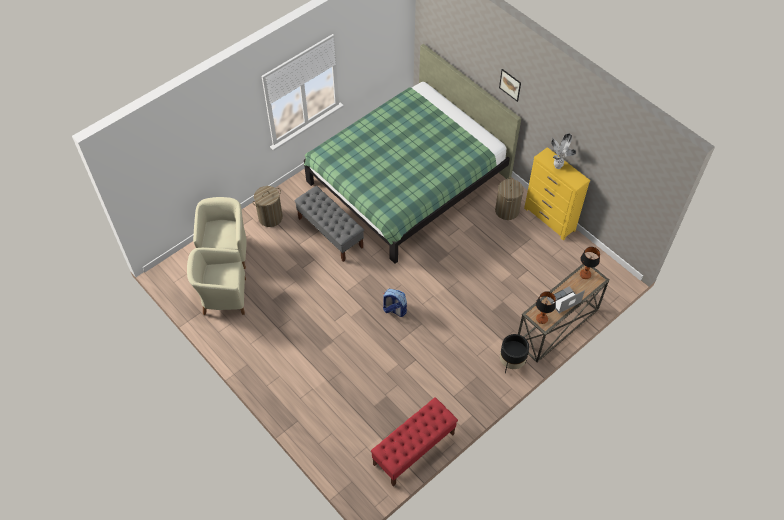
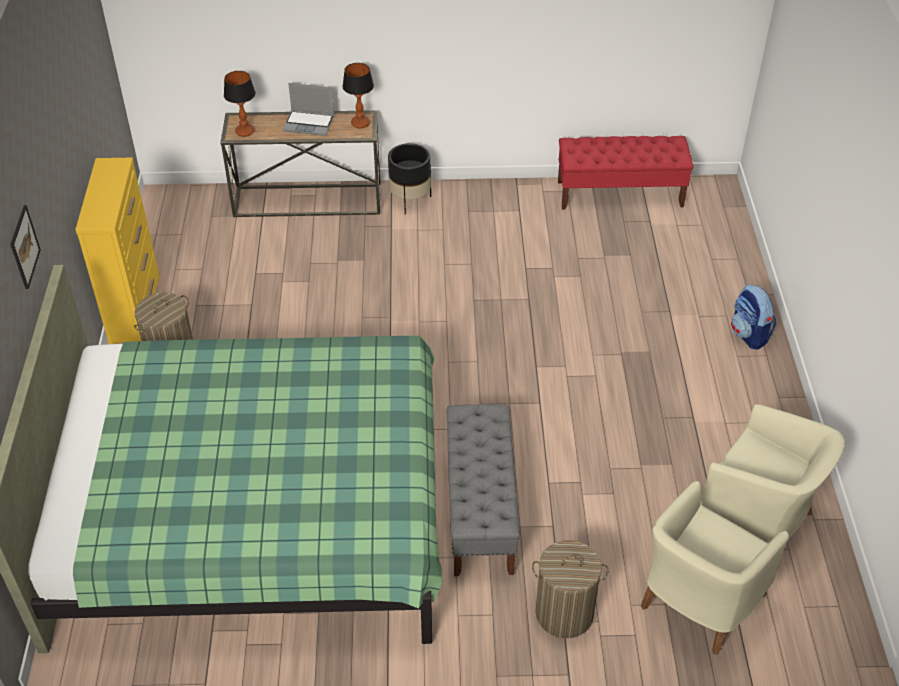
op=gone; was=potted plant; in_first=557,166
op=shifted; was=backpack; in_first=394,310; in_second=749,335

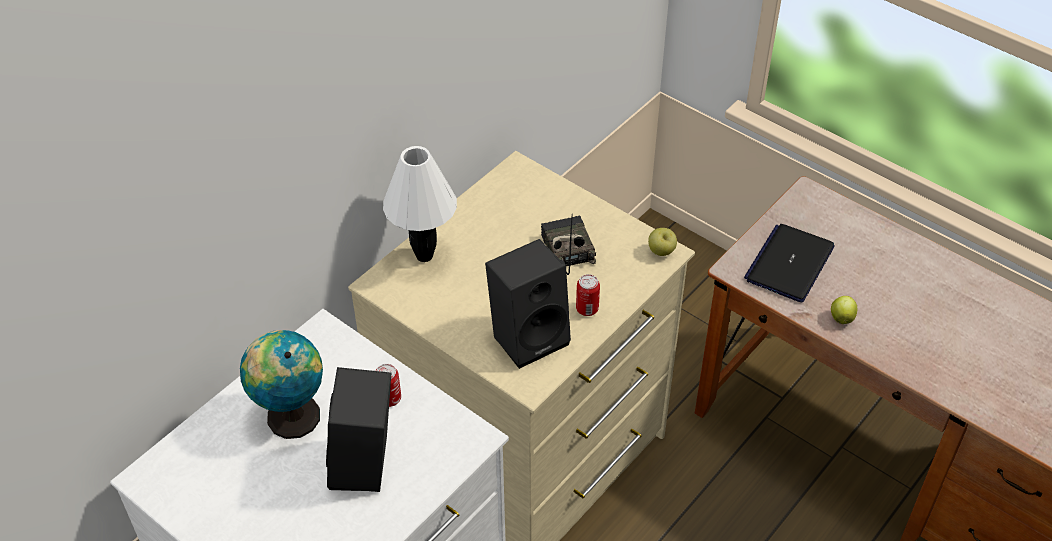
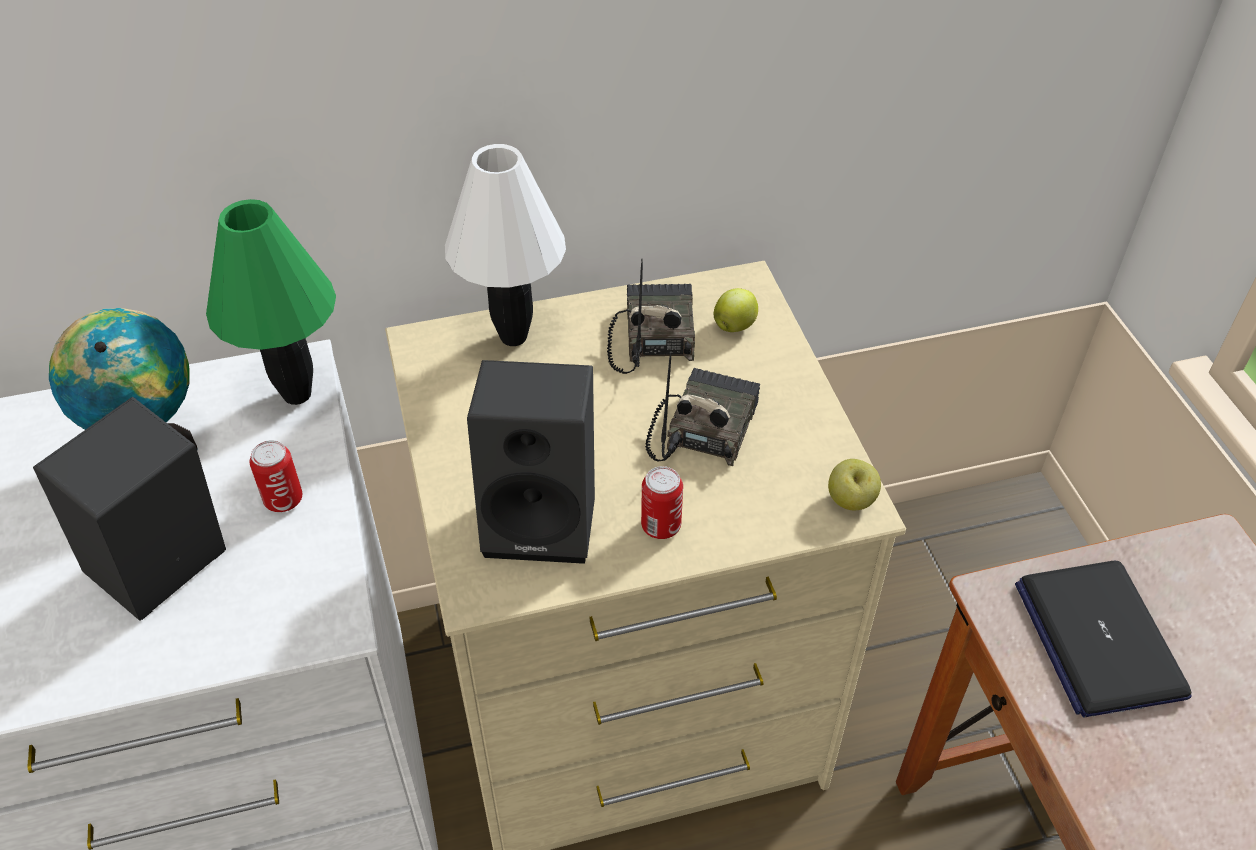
op=new; now=green table lamp; in_second=297,395
op=new; now=radio; in_second=651,336
op=shifted; was=apple; in_first=841,318; in_second=735,326
op=rotated; was=laptop; in_first=789,264; in_second=1098,639; clockwise=-75

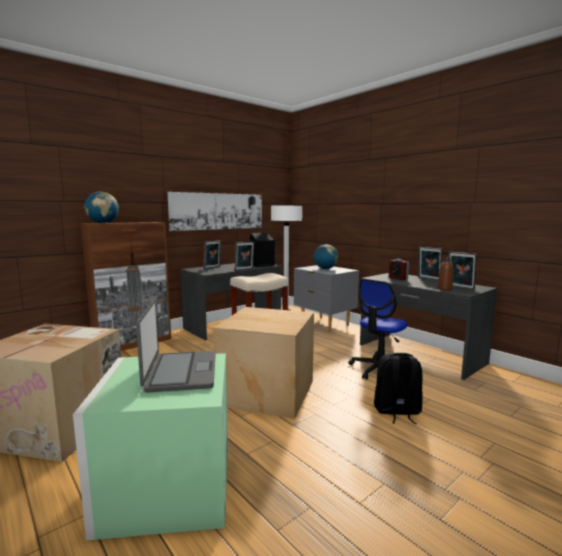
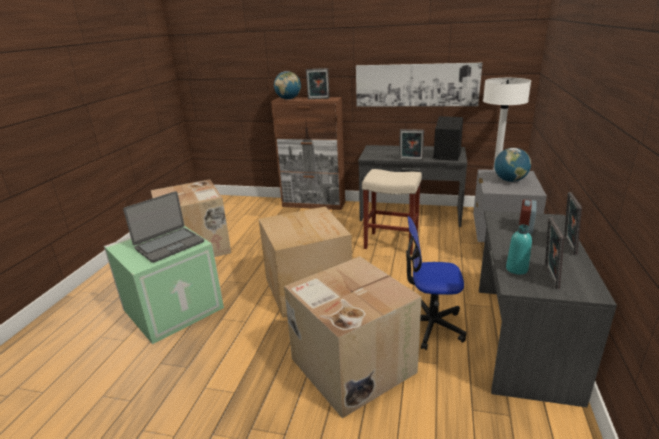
op=shifted; was=picture frame; in_first=212,267; in_second=318,99
op=swapped; was=black backpack; now=cardboard box; in_first=397,411; in_second=350,365
op=repainted; was=brown bottle; now=turquoise bottle; in_first=444,289; in_second=516,269

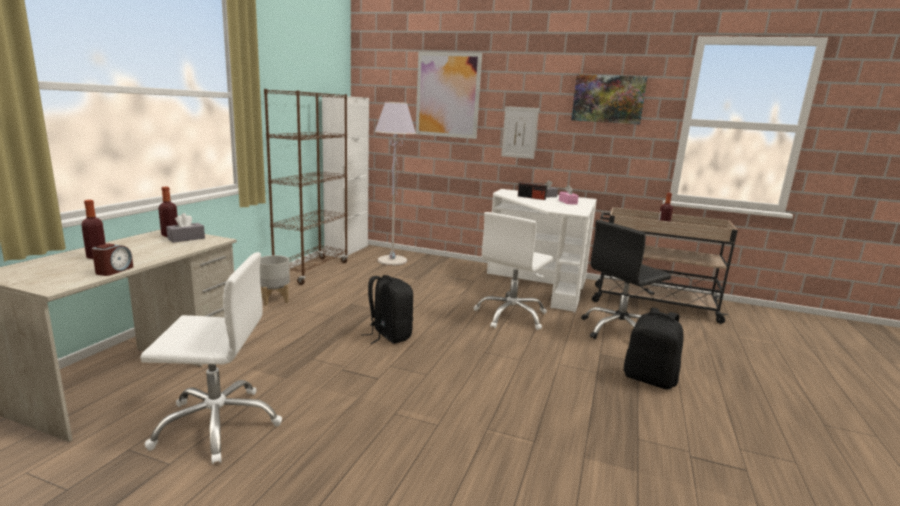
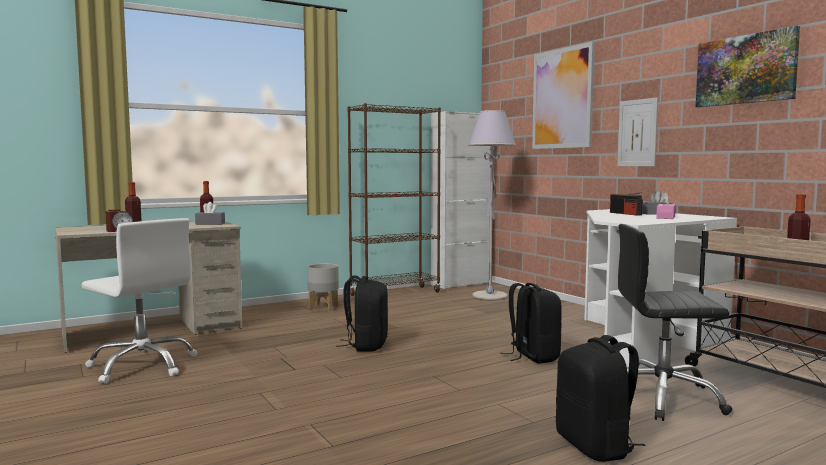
op=swapped; was=white office chair; now=black backpack; in_first=511,316; in_second=532,357

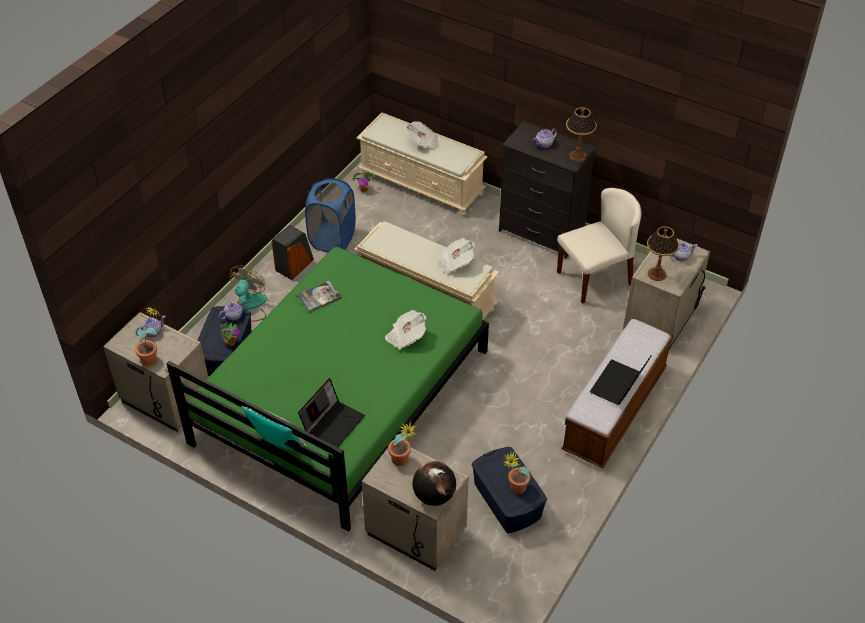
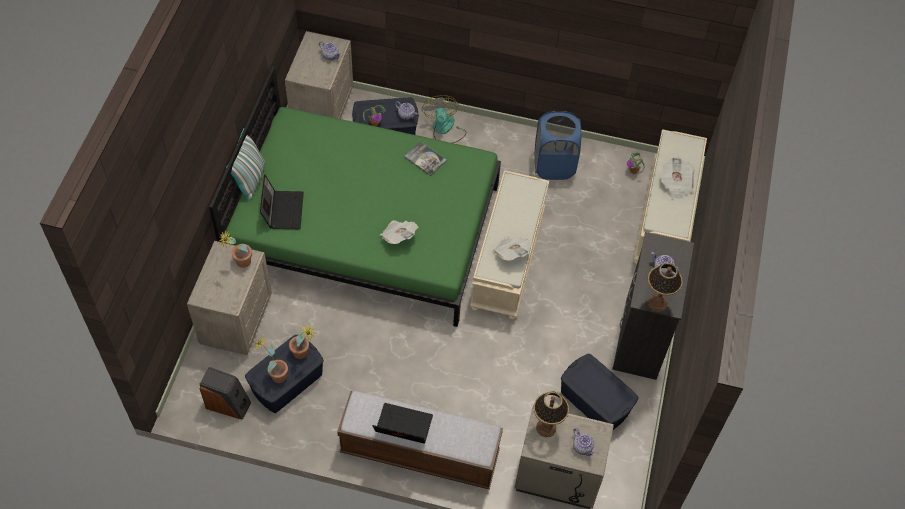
op=gone; was=globe; in_first=434,496
op=shifted; was=potted plant; in_first=153,357; in_second=303,355
op=shifted; was=speaker; in_first=294,265; in_second=228,404
op=swapped; was=beige chair; now=blue storage box; in_first=594,278; in_second=595,402
op=rotated; was=fan; in_first=249,306; in_second=444,129; clockwise=-105
op=rotated; was=laptop; in_first=333,424; in_second=283,210; clockwise=-105

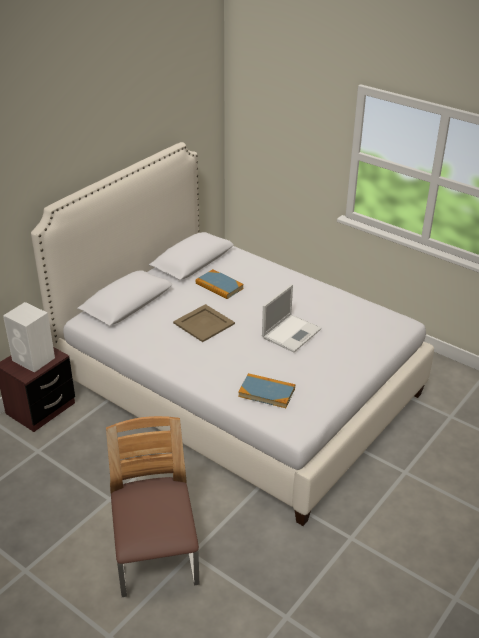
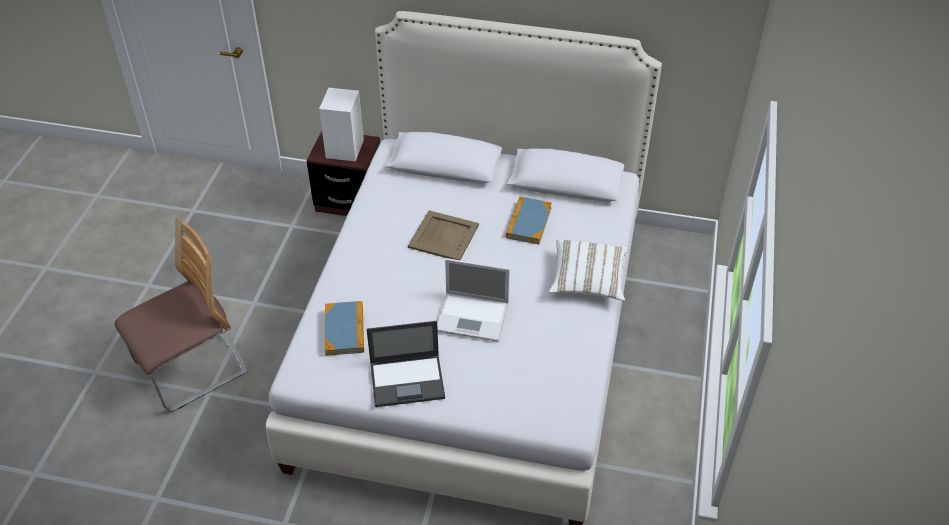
op=new; now=laptop; in_second=408,380
op=new; now=white pillow; in_second=587,280

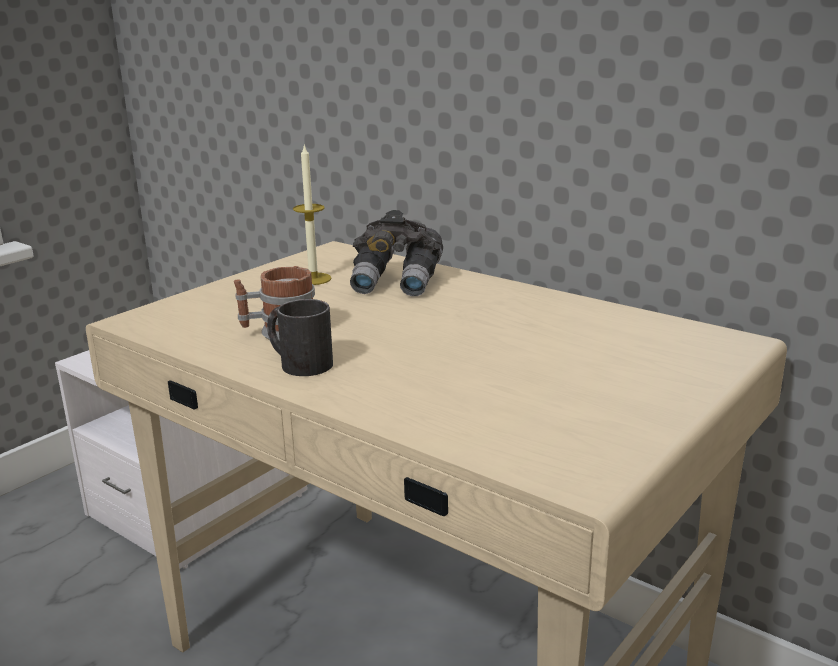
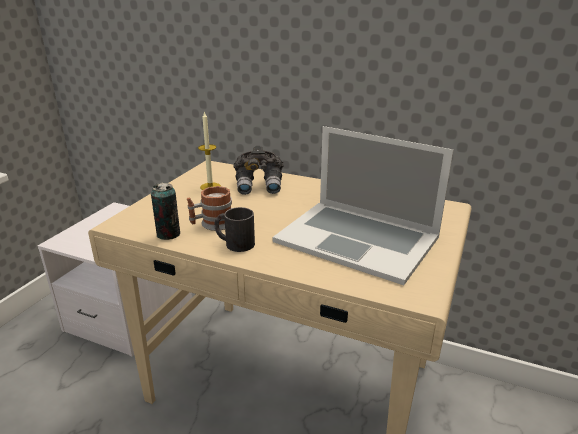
op=new; now=can; in_second=168,234
op=new; now=laptop; in_second=357,239

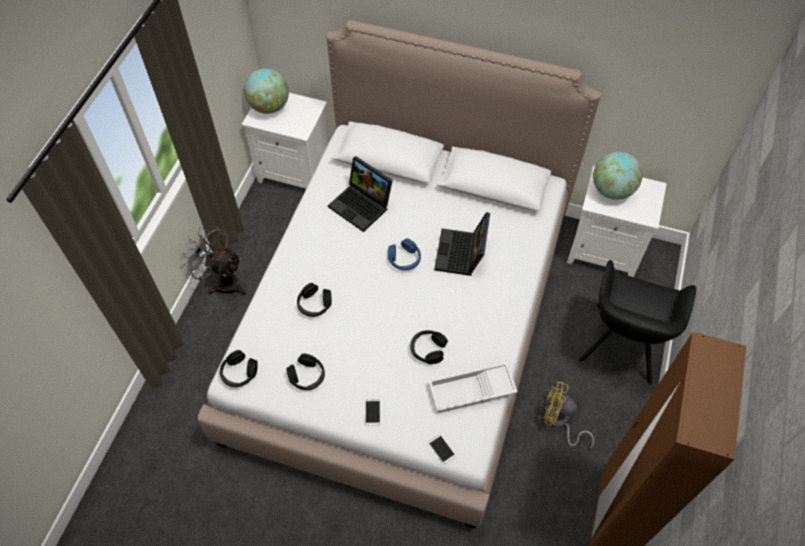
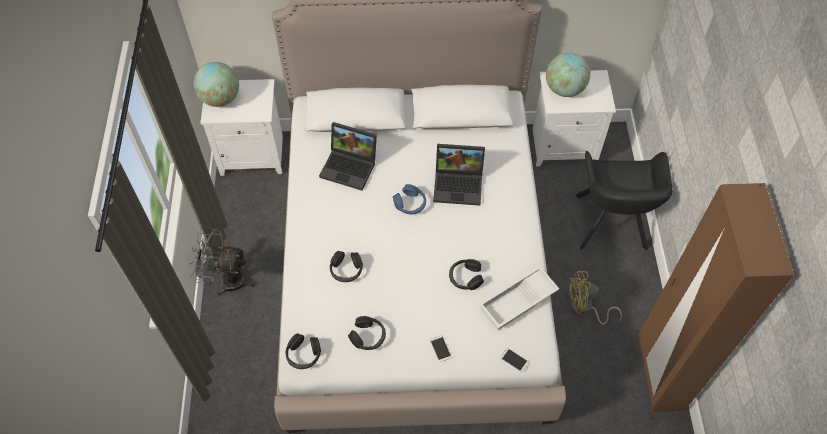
op=rotated; was=laptop; in_first=462,254; in_second=459,184; clockwise=-75

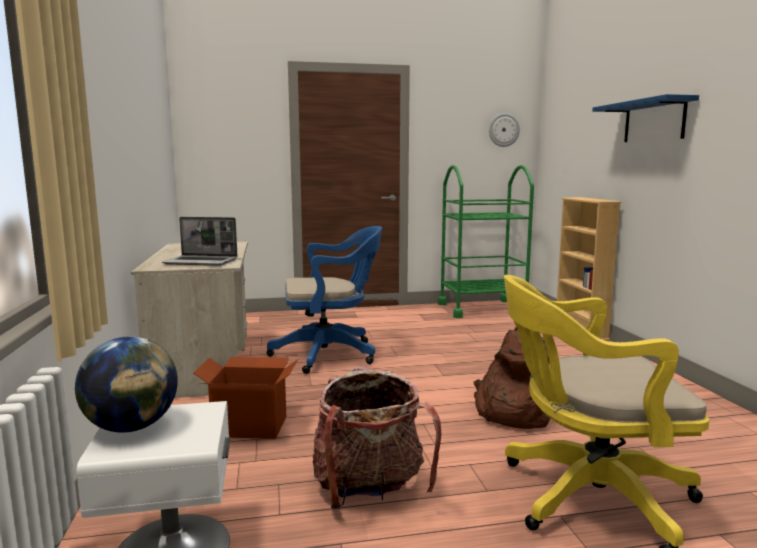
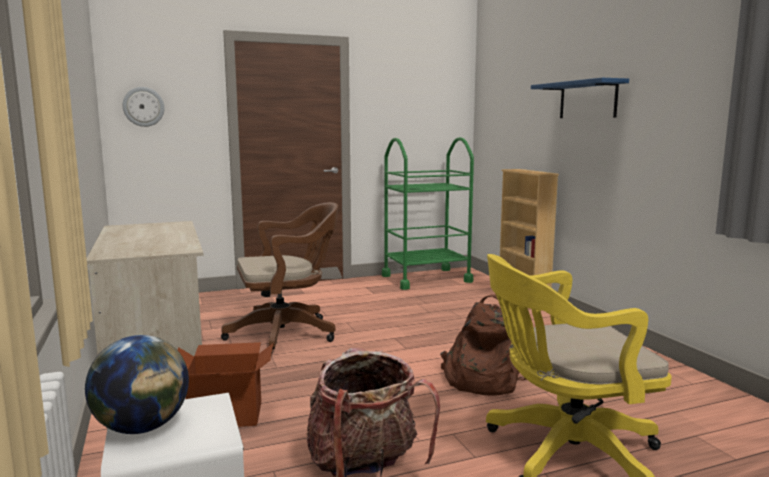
op=gone; was=laptop; in_first=202,262
op=shifted; was=wall clock; in_first=503,130; in_second=143,106
op=repainted; was=blue office chair; now=brown office chair; in_first=330,354; in_second=287,334

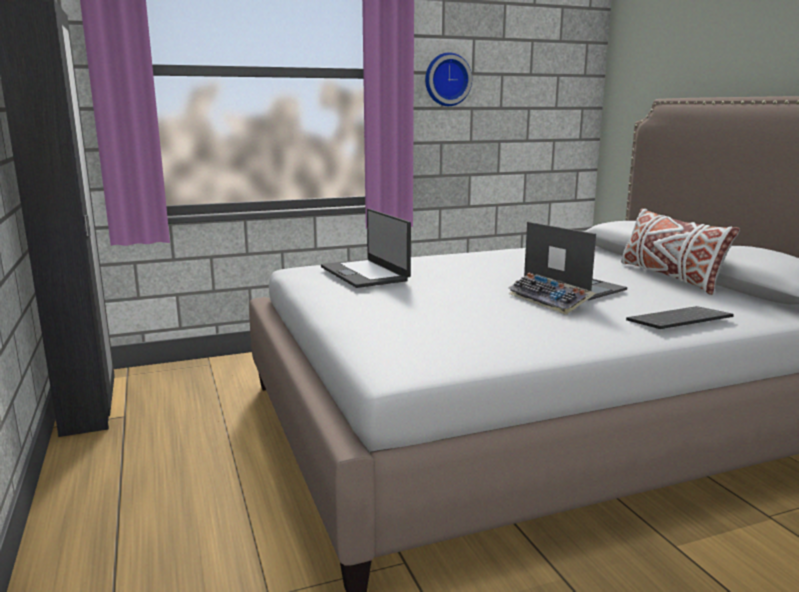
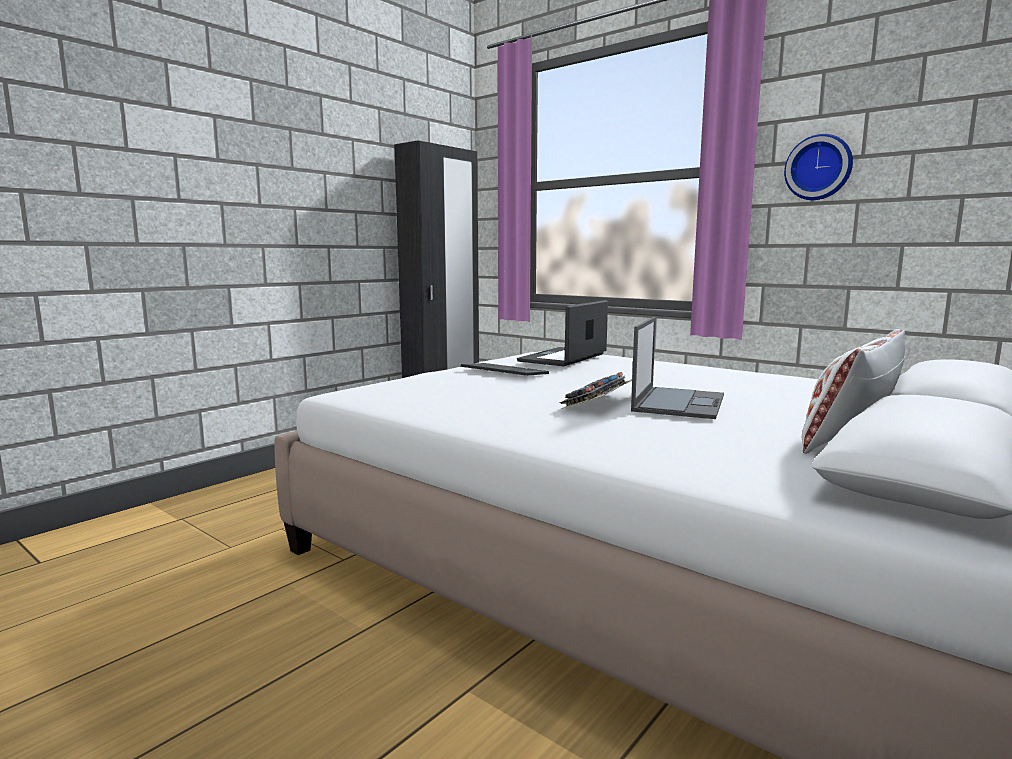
op=shifted; was=keyboard; in_first=679,321; in_second=502,372

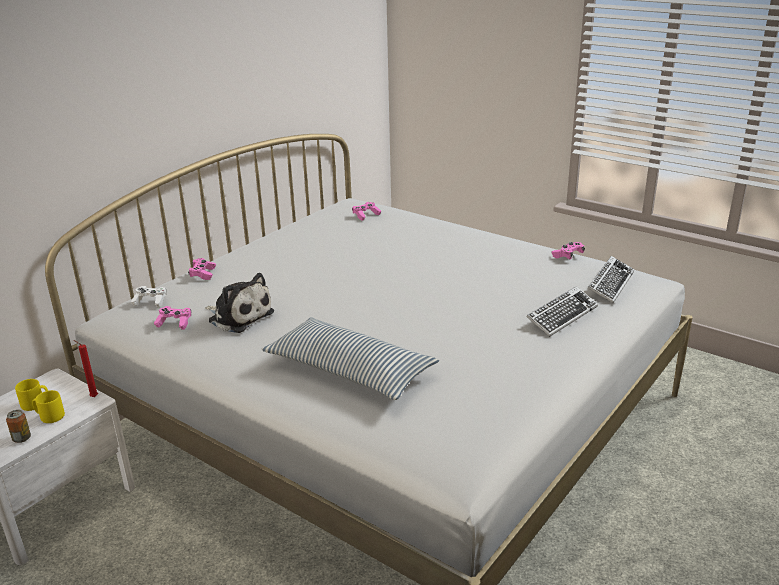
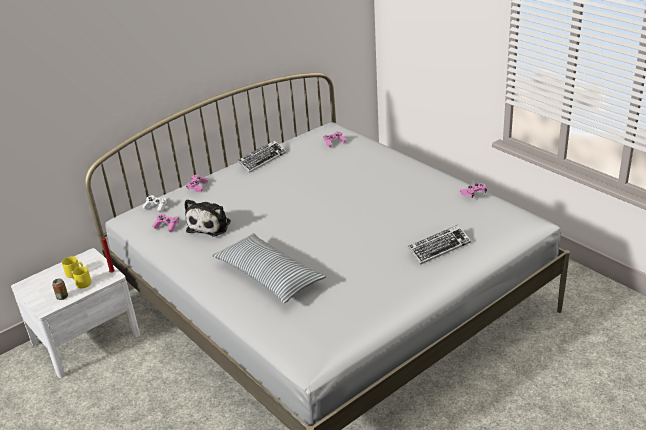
op=shifted; was=keyboard; in_first=610,284; in_second=262,159
op=rotated; was=plush toy; in_first=239,316; in_second=210,225; clockwise=60

